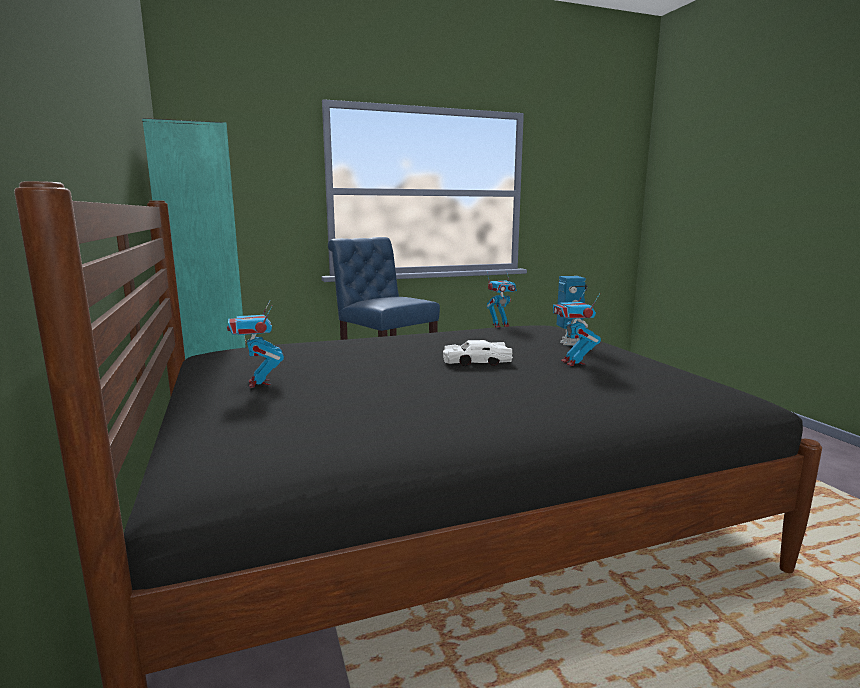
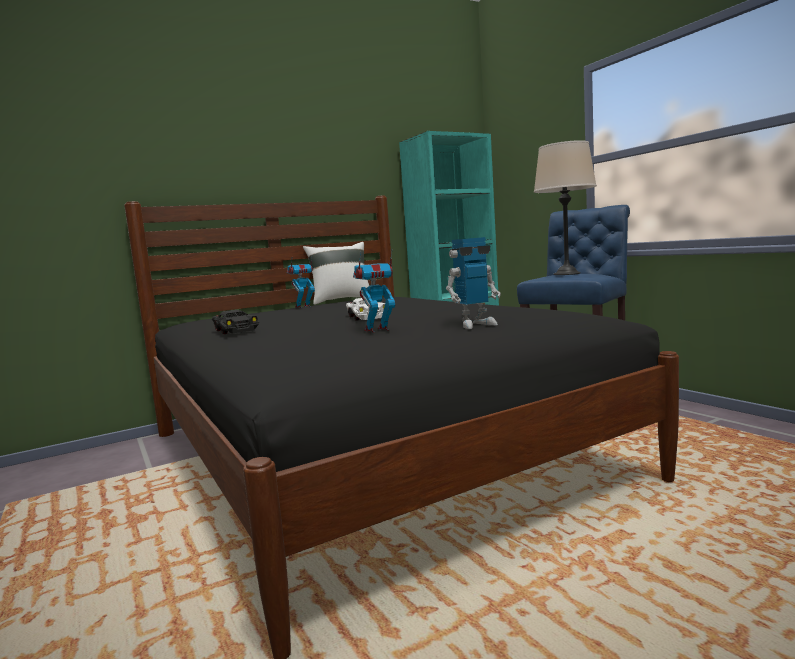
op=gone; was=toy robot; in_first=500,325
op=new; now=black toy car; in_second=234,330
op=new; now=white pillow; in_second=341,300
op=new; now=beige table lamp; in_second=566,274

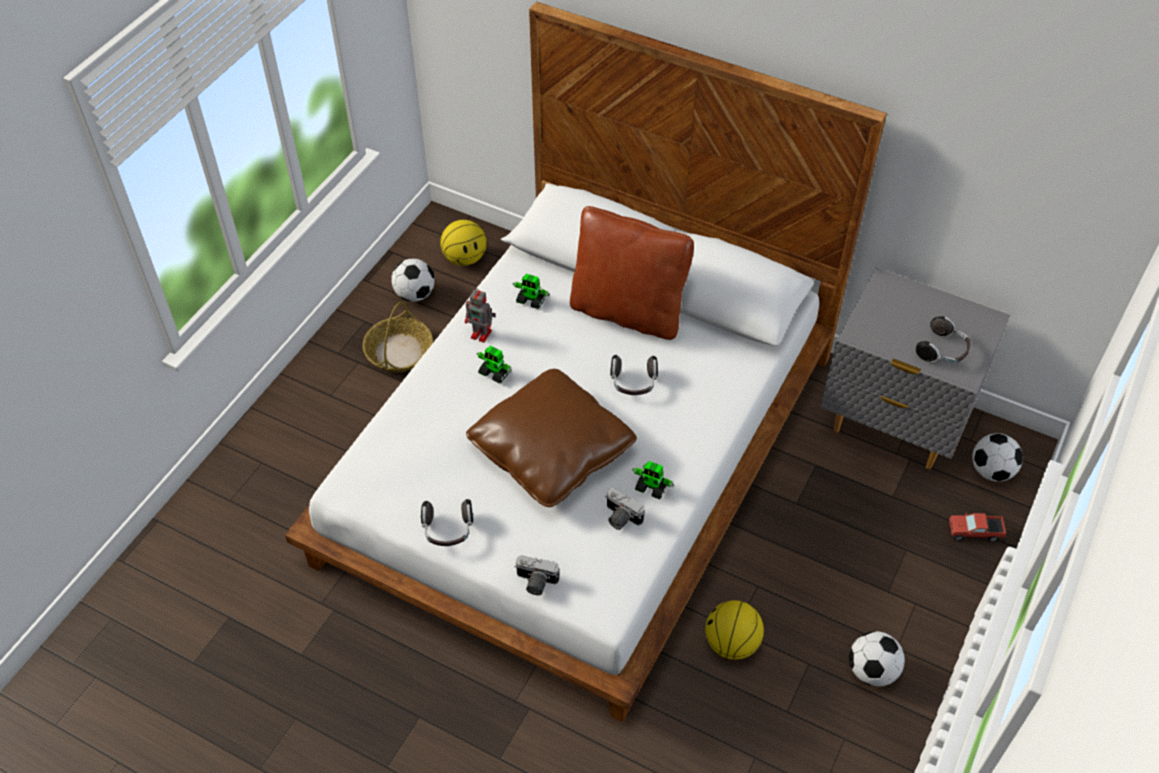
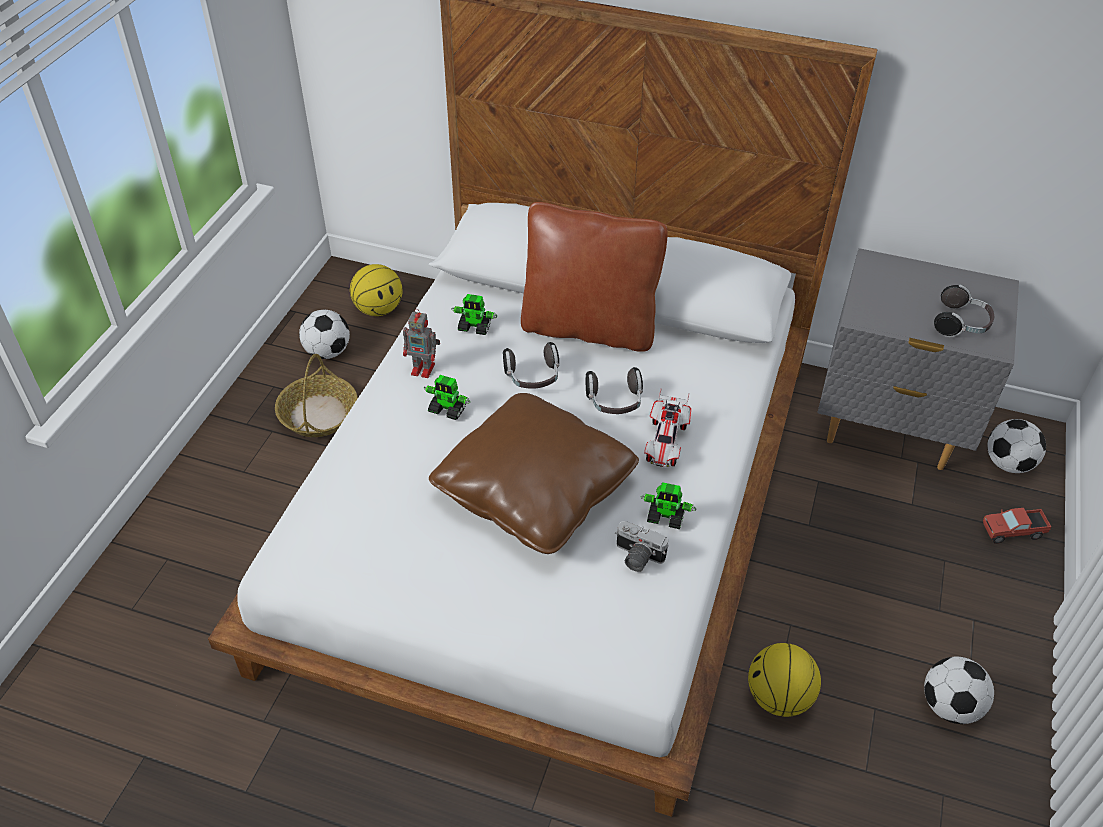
op=gone; was=photo camera; in_first=535,582
op=new; now=toy car; in_second=666,442
op=shifted; was=headphones; in_first=448,530; in_second=532,378

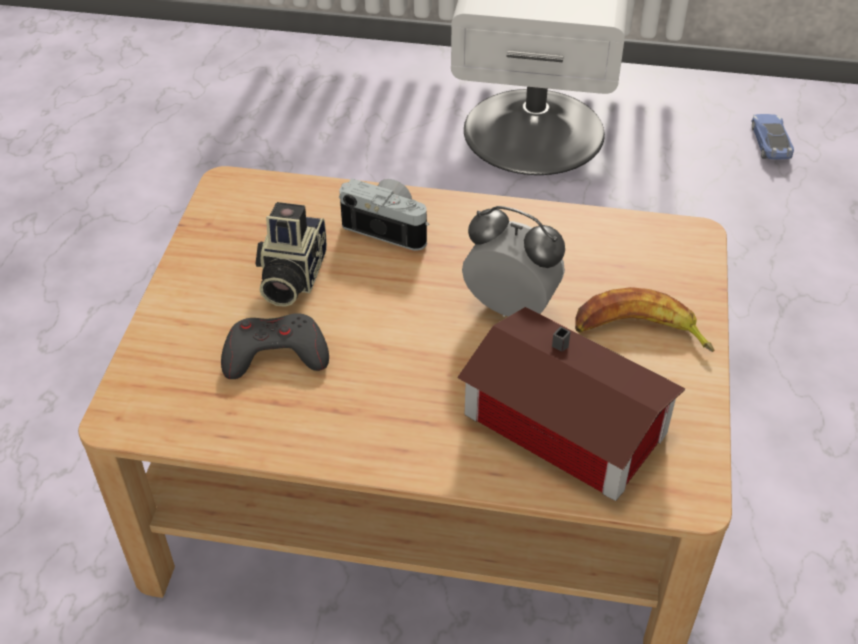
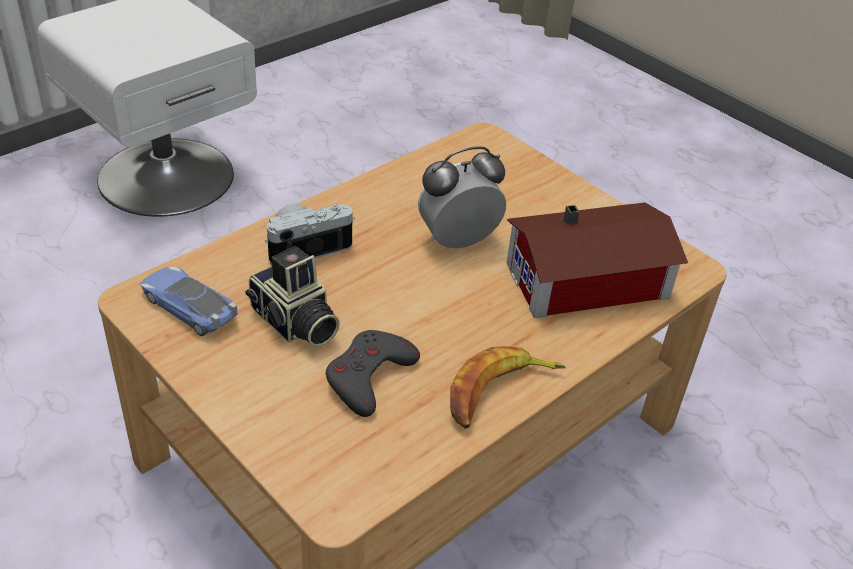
op=shifted; was=banana; in_first=639,332; in_second=498,393
op=shifted; was=toy car; in_first=770,142; in_second=189,306

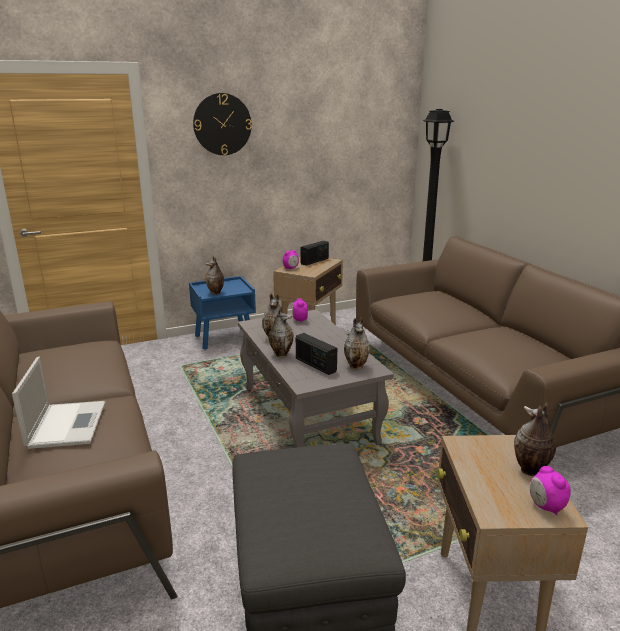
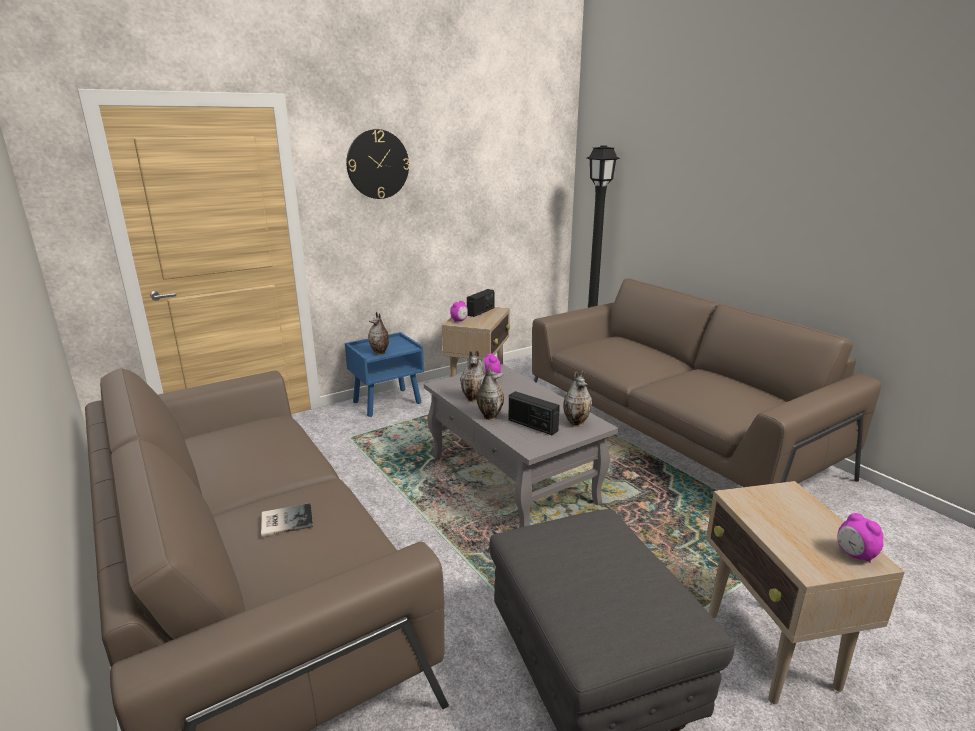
op=gone; was=vase; in_first=530,470
op=swapped; was=laptop; now=book; in_first=67,424; in_second=285,520

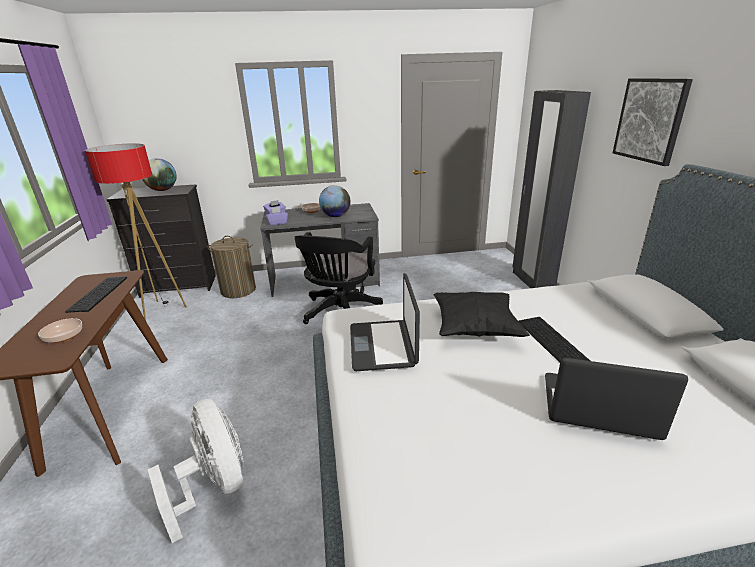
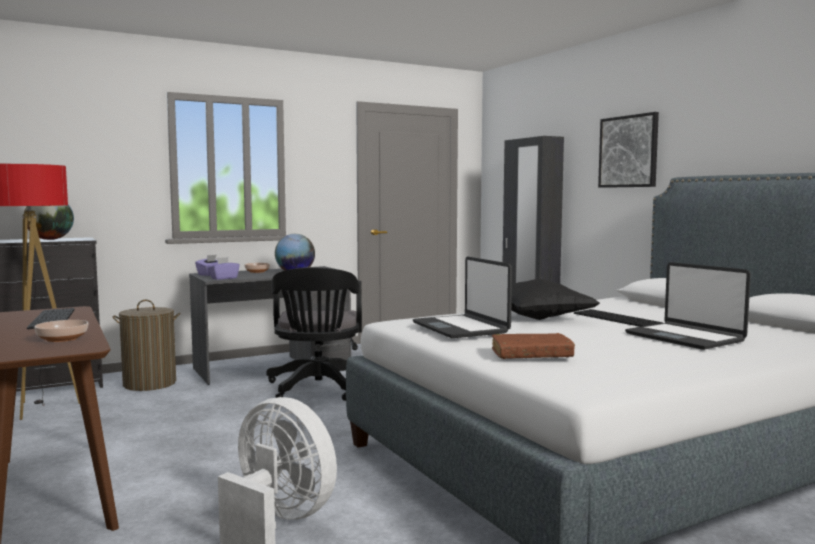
op=new; now=brown book; in_second=531,355
op=rotated; was=laptop; in_first=598,408; in_second=685,337; clockwise=-120

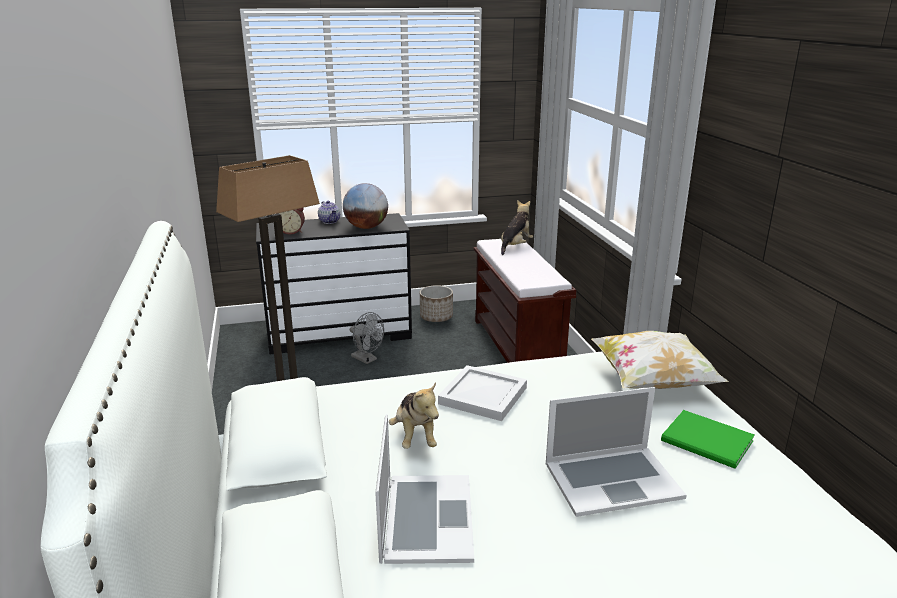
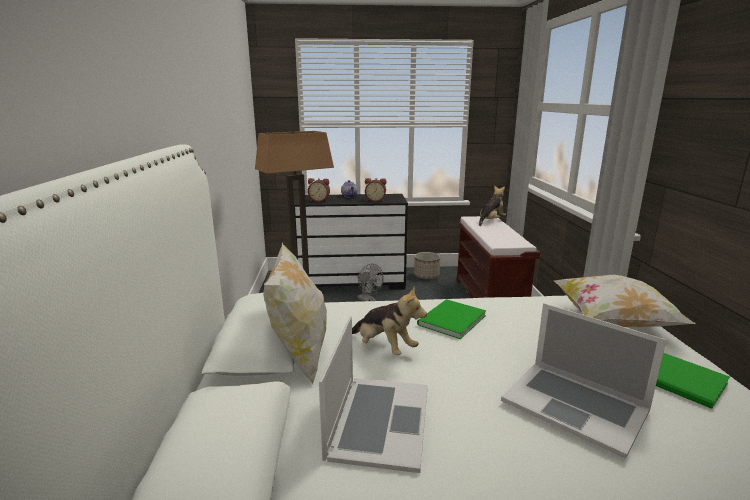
op=new; now=pillow; in_second=300,354
op=swapped; was=globe; now=alarm clock; in_first=366,227; in_second=375,200
op=swapped; was=white tray; now=green book; in_first=481,396; in_second=449,320
op=rotated; was=plush toy; in_first=415,437; in_second=384,348; clockwise=-45
op=rotated; was=laptop; in_first=612,479; in_second=574,405; clockwise=45

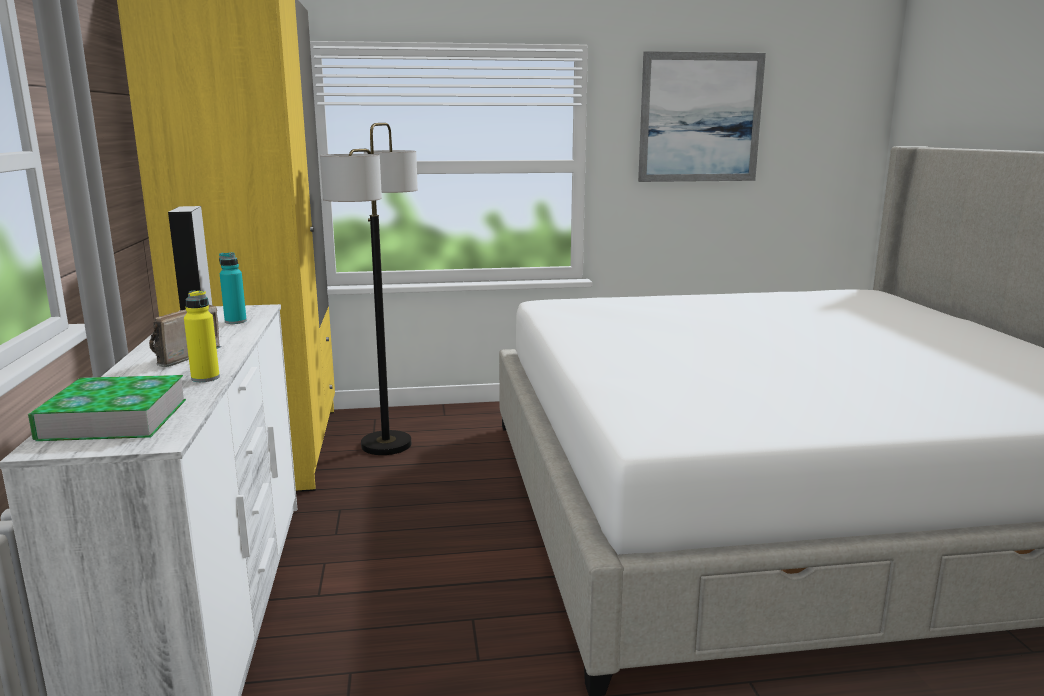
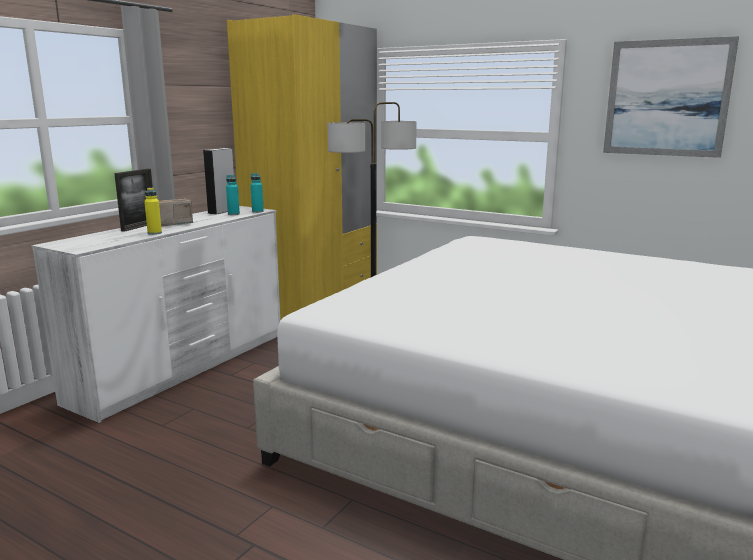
op=gone; was=book; in_first=114,419
op=new; now=picture frame; in_second=139,227
op=new; now=turquoise bottle; in_second=257,211

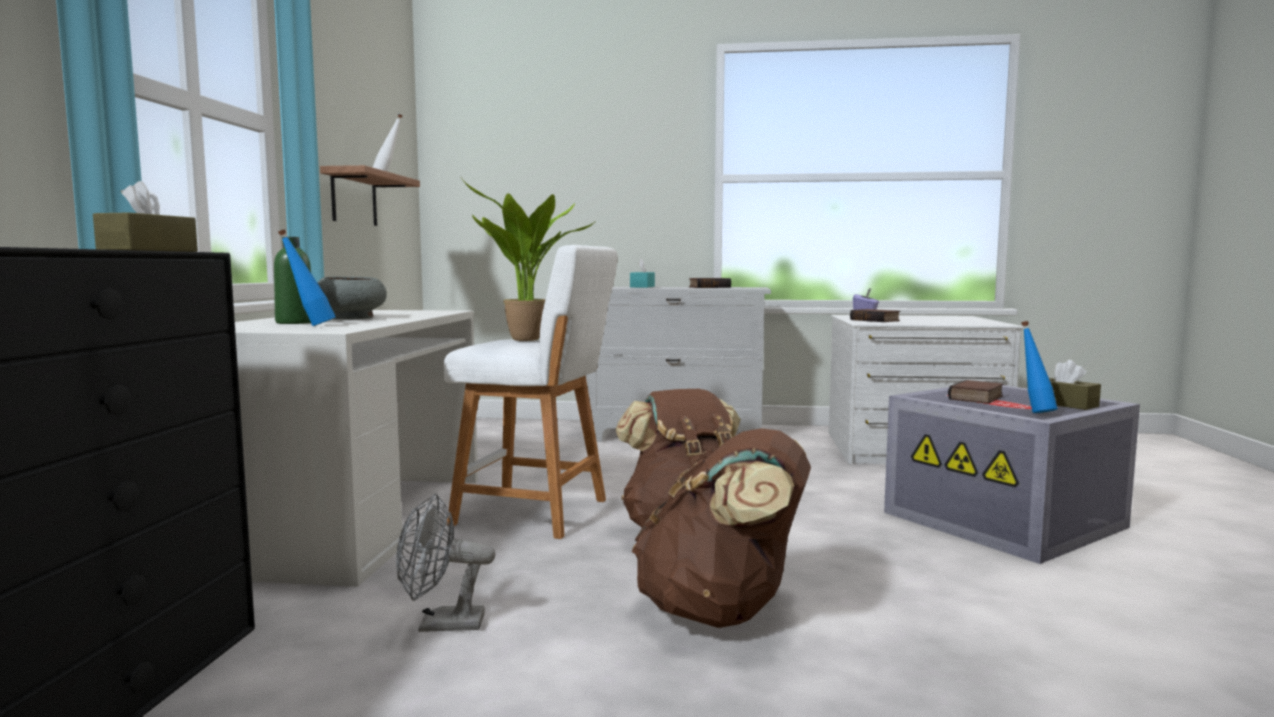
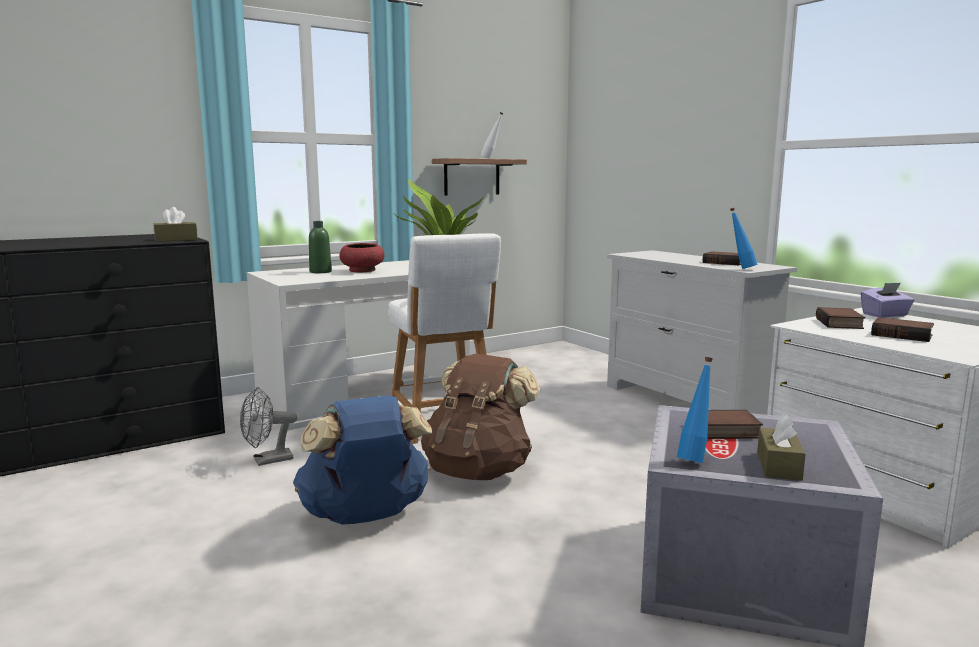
op=gone; was=turquoise tissue box; in_first=642,287
op=new; now=book; in_second=902,335
op=shifted; was=blue bottle; in_first=309,326; in_second=740,268
op=repainted; was=grey bowl; now=red bowl; in_first=352,318; in_second=362,271
op=repainted; was=brown backpack; now=blue backpack; in_first=723,611; in_second=365,517
op=rotated; was=grey fan; in_first=441,624; in_second=267,461; clockwise=-75

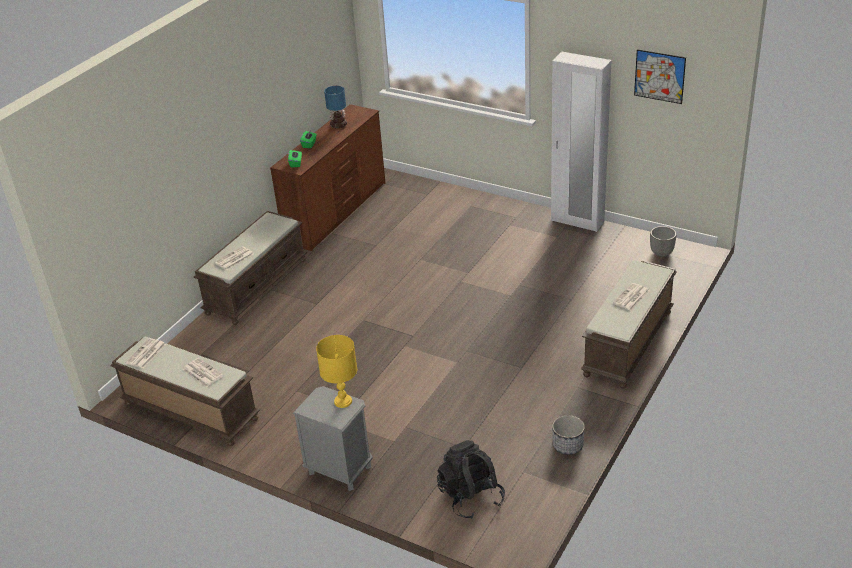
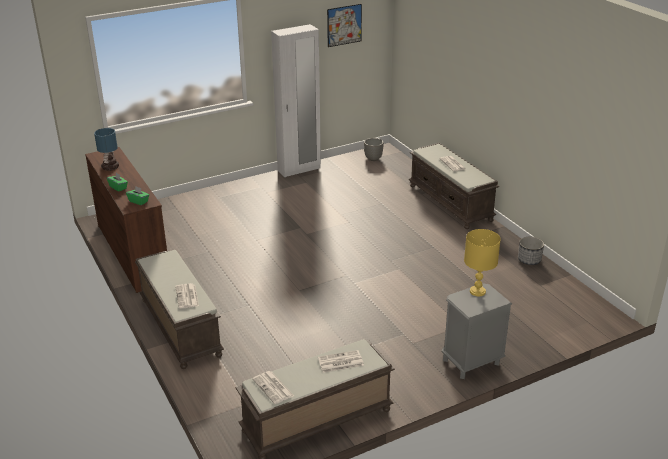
op=gone; was=black backpack; in_first=470,497

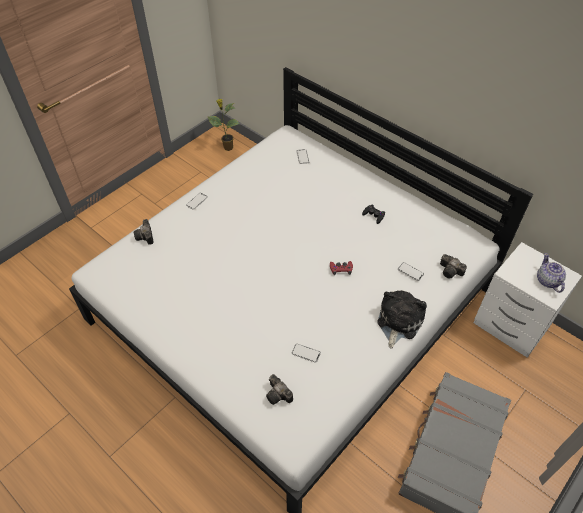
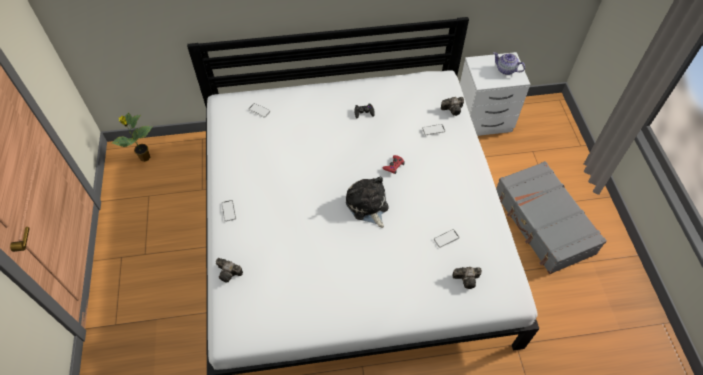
op=shifted; was=plush toy; in_first=398,322; in_second=367,206

